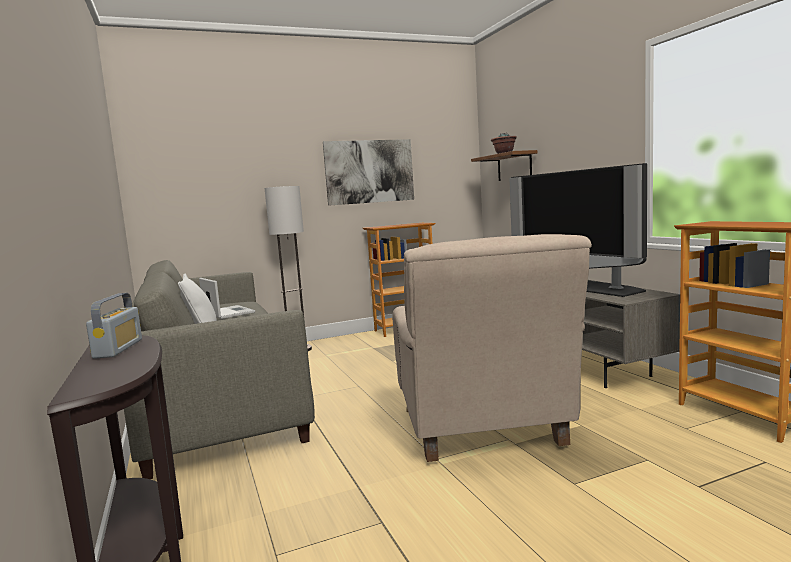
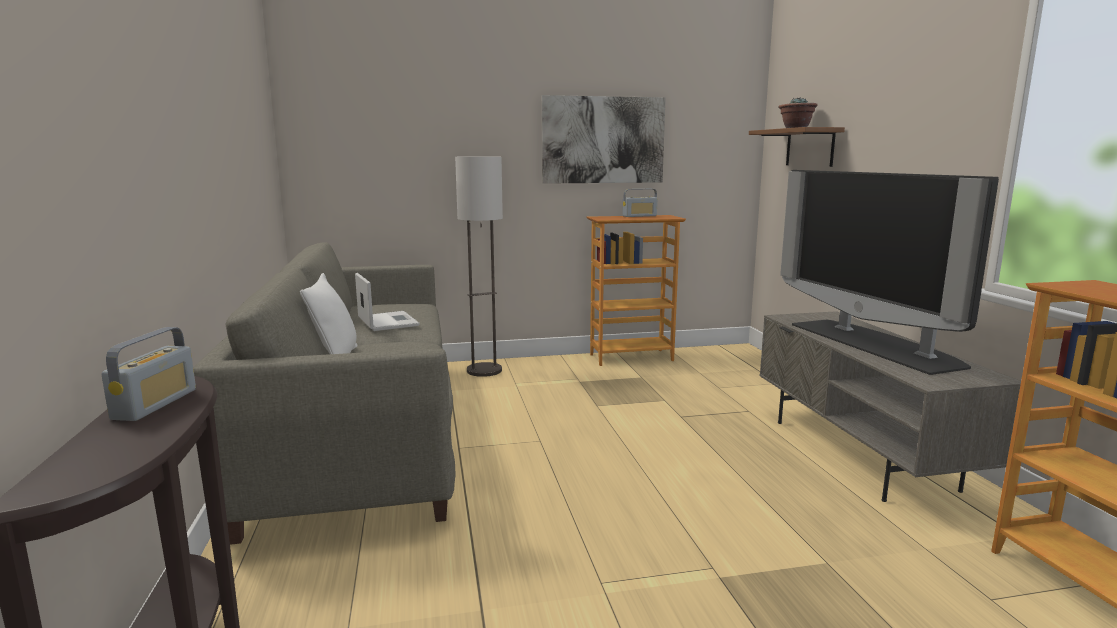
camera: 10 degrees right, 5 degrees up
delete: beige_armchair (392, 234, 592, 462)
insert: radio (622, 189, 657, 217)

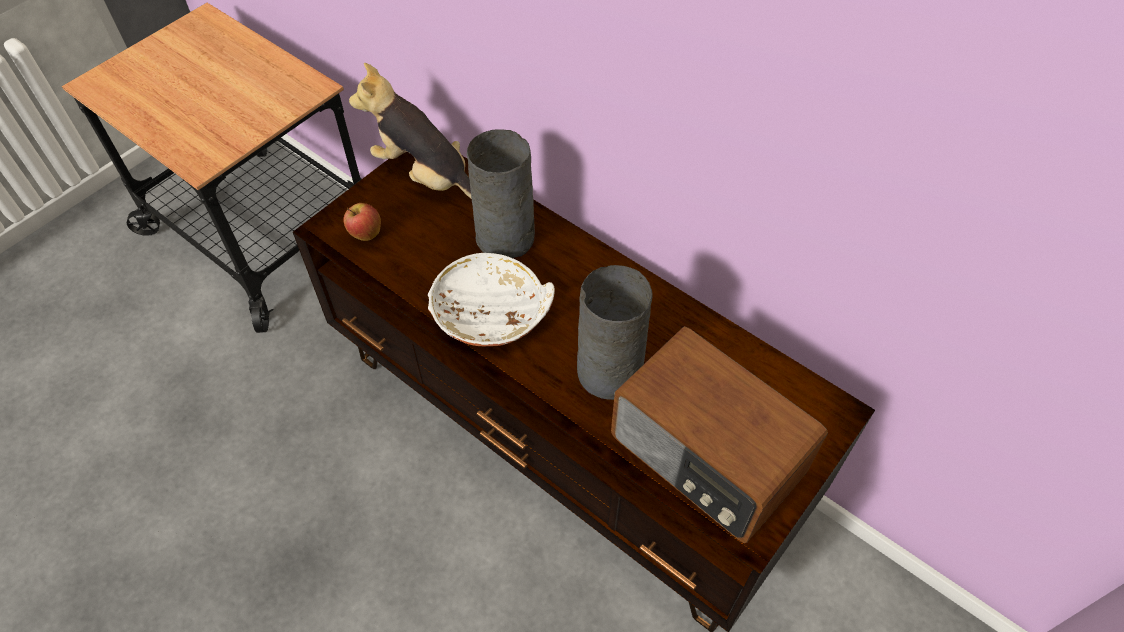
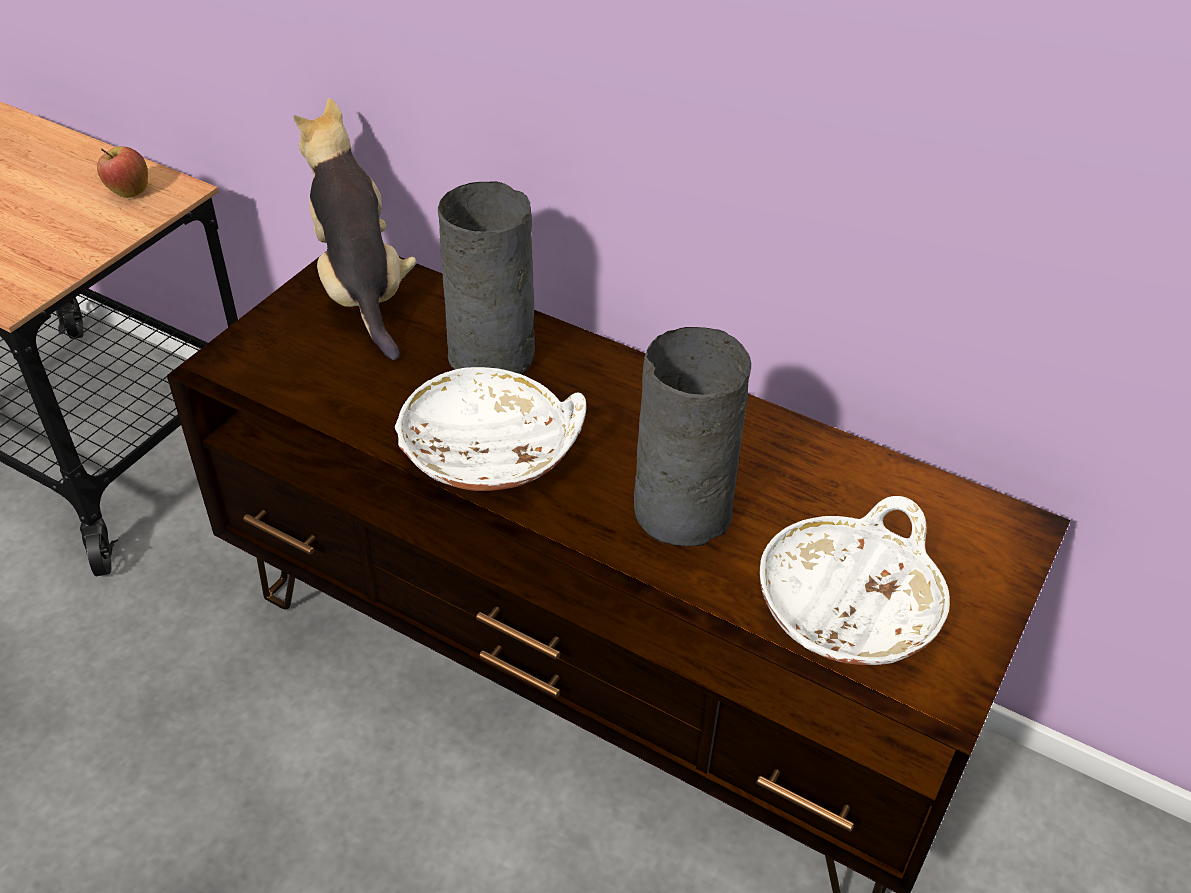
camera: 10 degrees left, 10 degrees down
move: apple (343, 203, 381, 241) to (97, 146, 148, 198)
replace: radio (611, 326, 828, 543) to white_bowl (760, 496, 950, 665)
rotate: plush_toy (349, 63, 472, 199) = (293, 98, 417, 360) 45 degrees clockwise

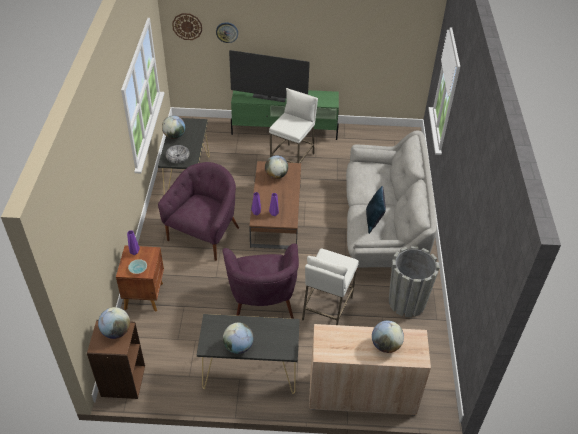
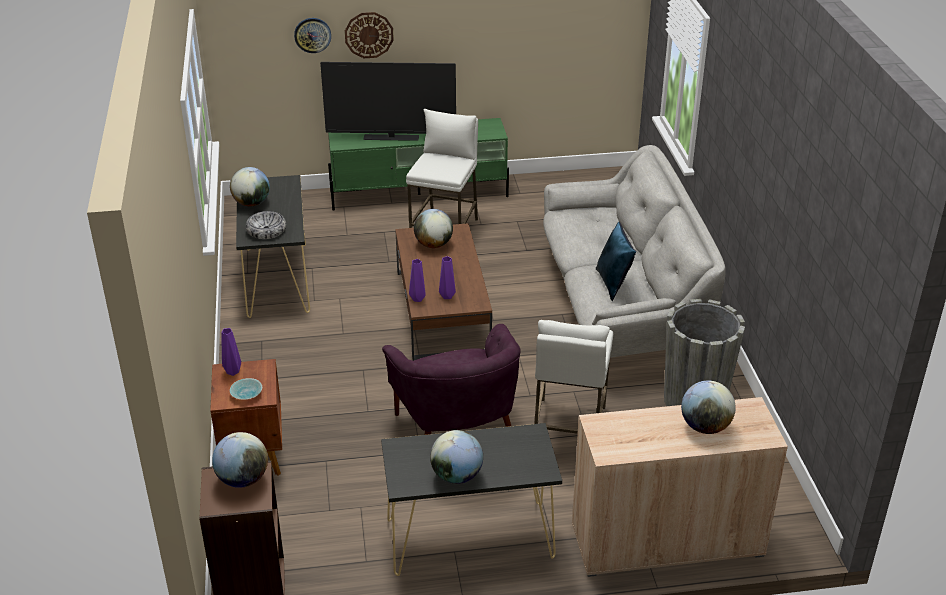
camera: 10 degrees left, 10 degrees down
delete: purple_armchair (158, 162, 239, 261)
move: wall_clock (172, 13, 202, 40) to (345, 12, 394, 58)

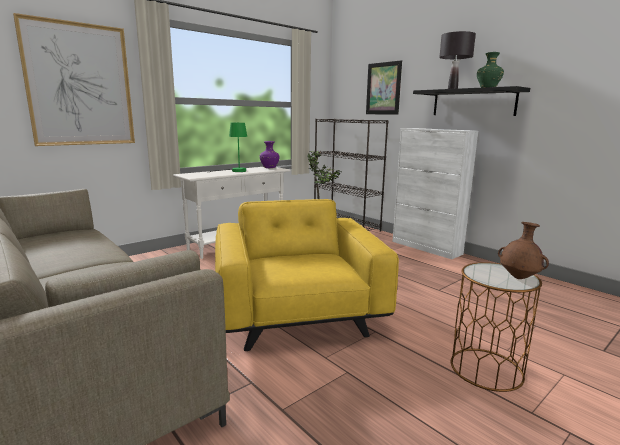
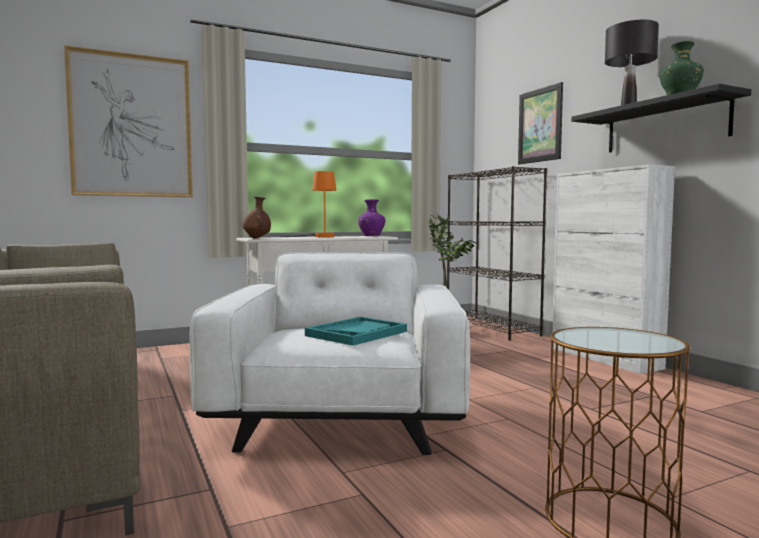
camera: 15 degrees right, 10 degrees down
insert: turquoise_tray (305, 317, 407, 346)
move: brown_vase (498, 222, 549, 279) to (242, 196, 271, 239)
recolor: green_table_lamp (207, 123, 247, 173) to orange_table_lamp (280, 171, 336, 237); yellow_armchair (215, 199, 399, 351) to white_armchair (190, 252, 470, 455)

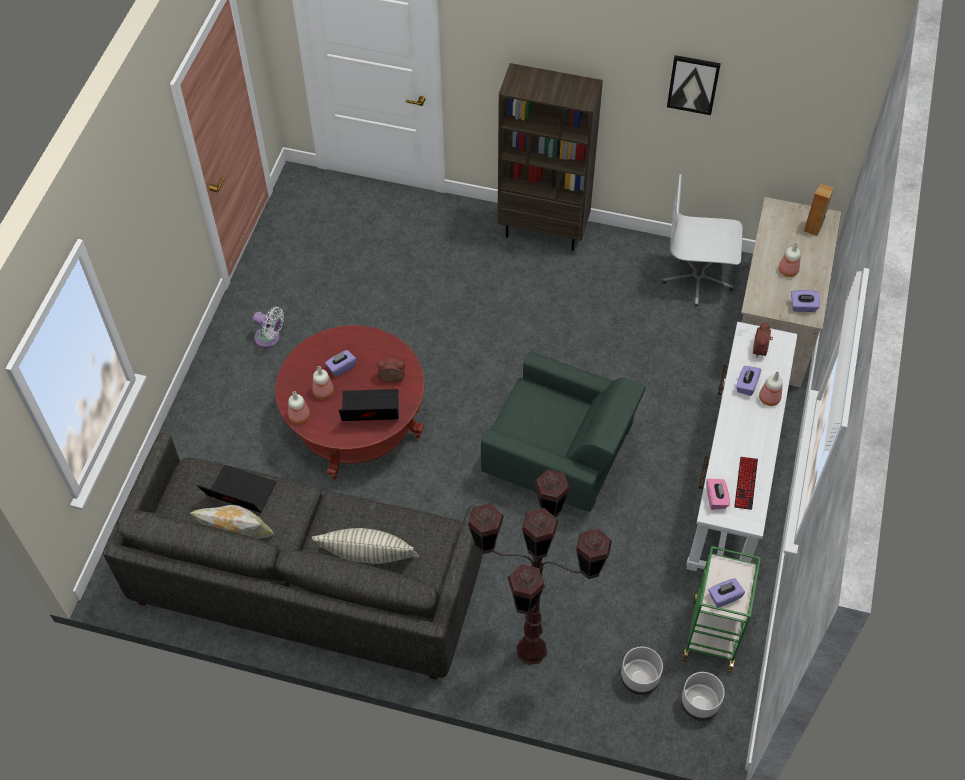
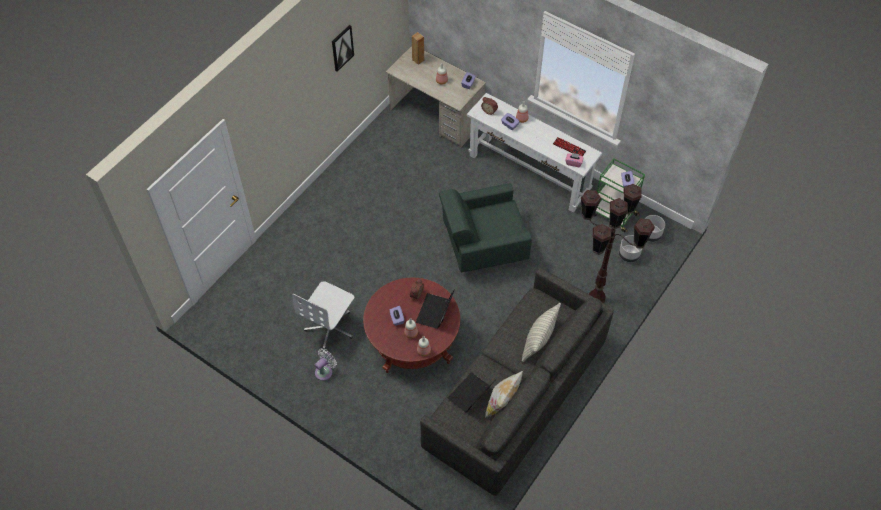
camera: 70 degrees left, 0 degrees up
delete: brown_bookcase (498, 63, 603, 251)
move: white_office_chair (662, 174, 743, 306) to (292, 281, 354, 349)
rotate: green_armchair (481, 351, 645, 512) = (439, 183, 532, 272) 150 degrees counterclockwise

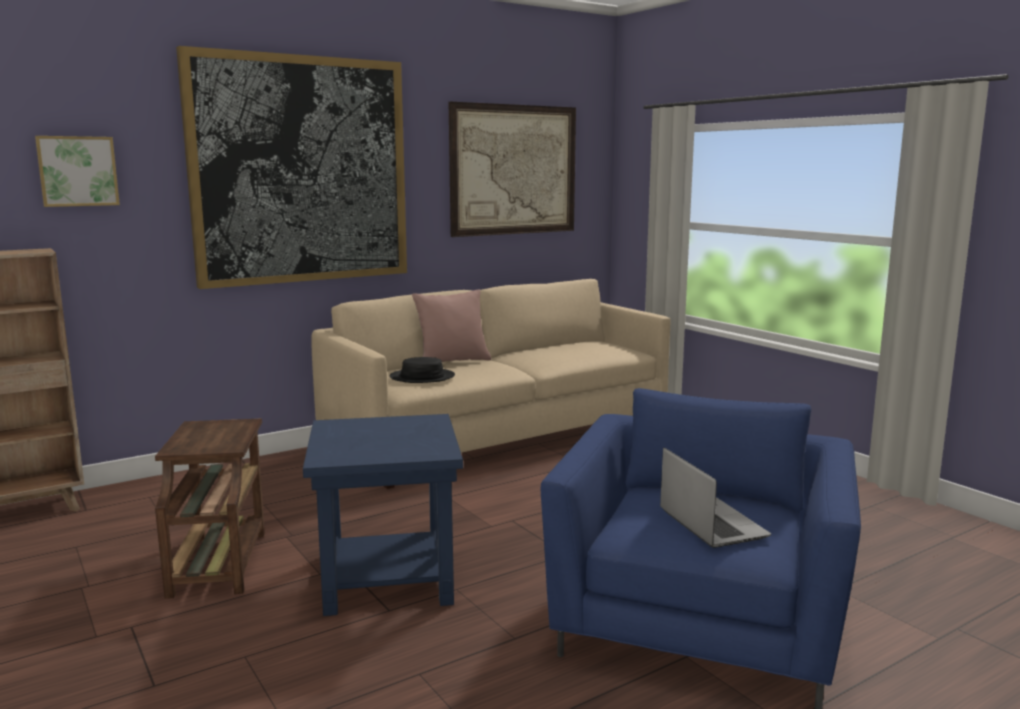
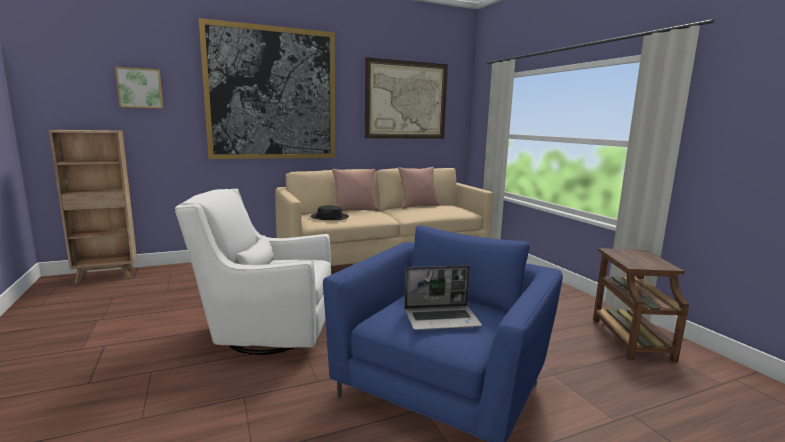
camera: 10 degrees right, 0 degrees up
insert: pink_pillow (398, 167, 439, 209)
move: brown_side_table (155, 418, 265, 599) to (593, 248, 689, 362)
replace: blue_side_table (303, 414, 463, 616) to white_armchair (175, 189, 331, 355)
rotate: laptop (660, 448, 771, 548) = (404, 265, 482, 330) 90 degrees clockwise

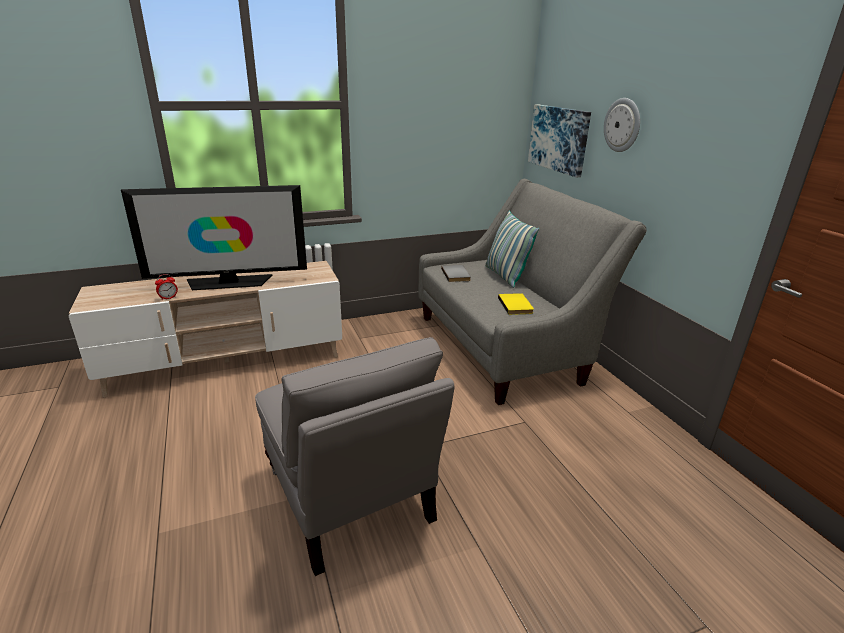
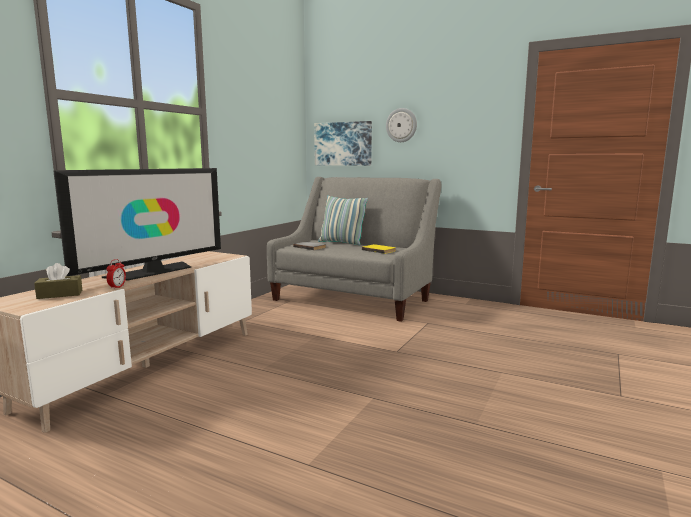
camera: 40 degrees left, 15 degrees down
delete: grey_armchair (255, 337, 454, 576)
insert: brown_tissue_box (34, 263, 82, 299)

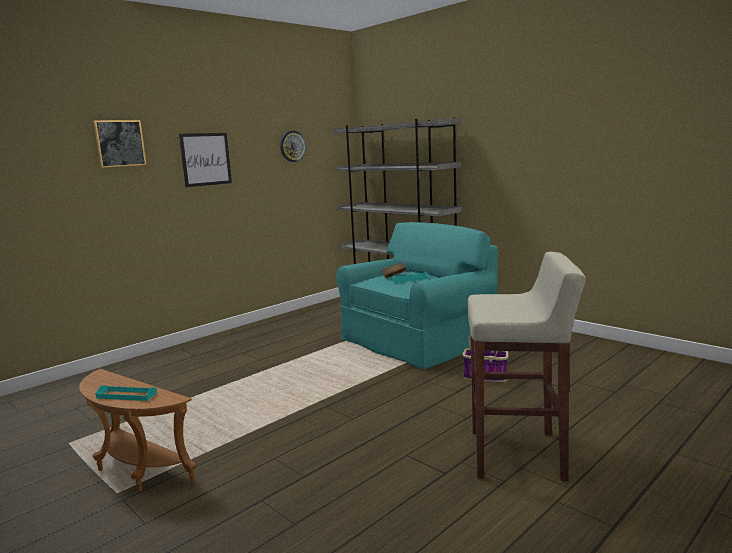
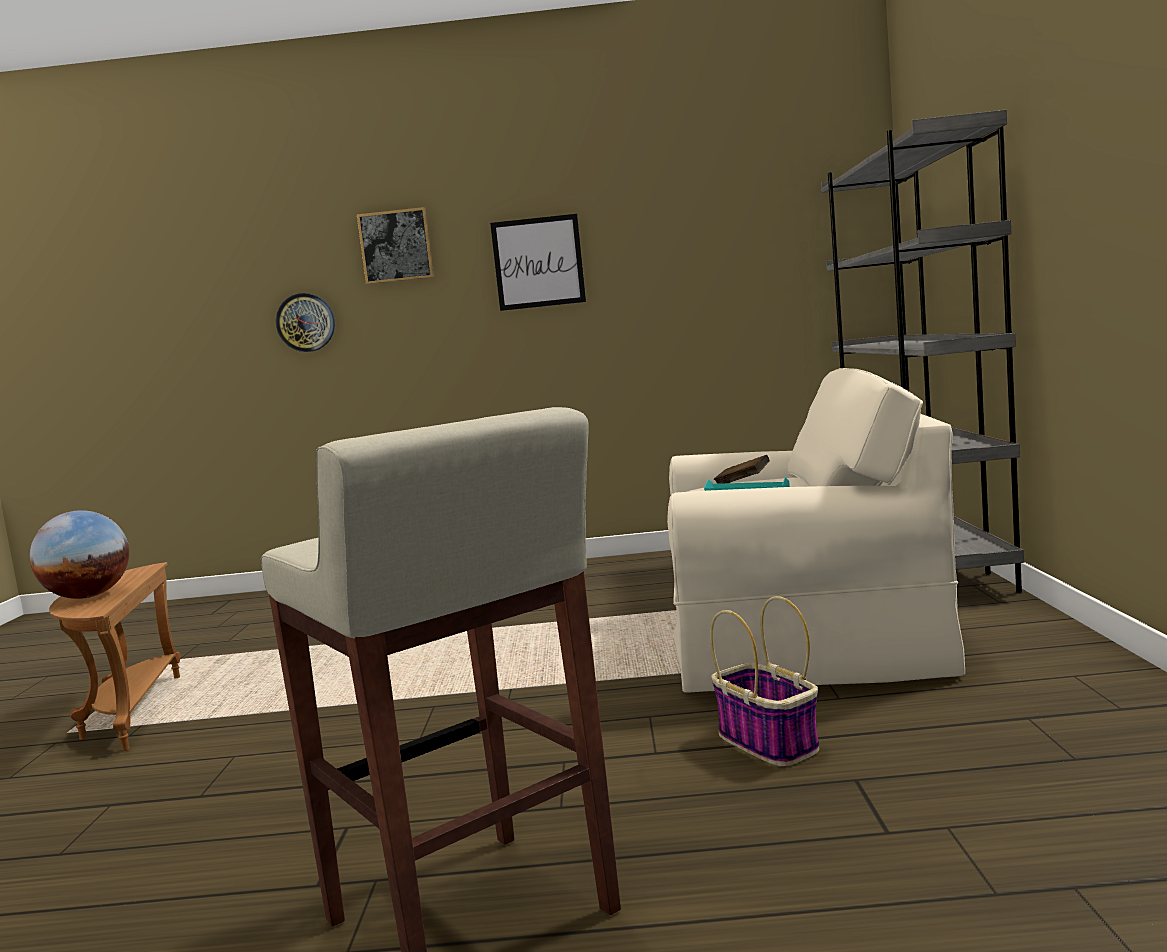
camera: 45 degrees right, 5 degrees down
move: wall_clock (280, 131, 306, 162) to (276, 293, 335, 352)
replace: turquoise_tray (96, 385, 157, 401) to globe (30, 510, 129, 599)
recolor: turquoise_armchair (336, 222, 498, 369) to beige_armchair (667, 368, 965, 692)

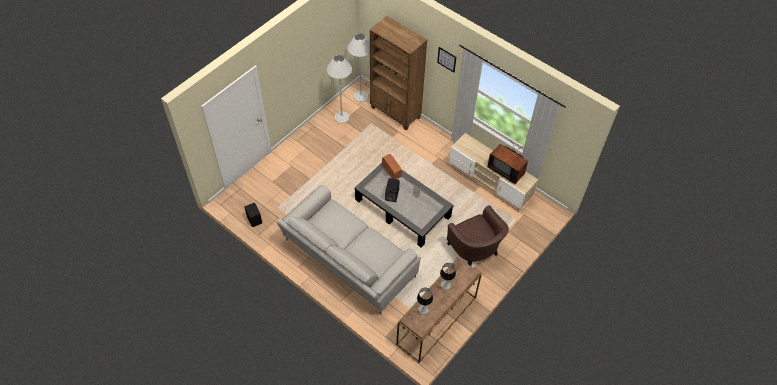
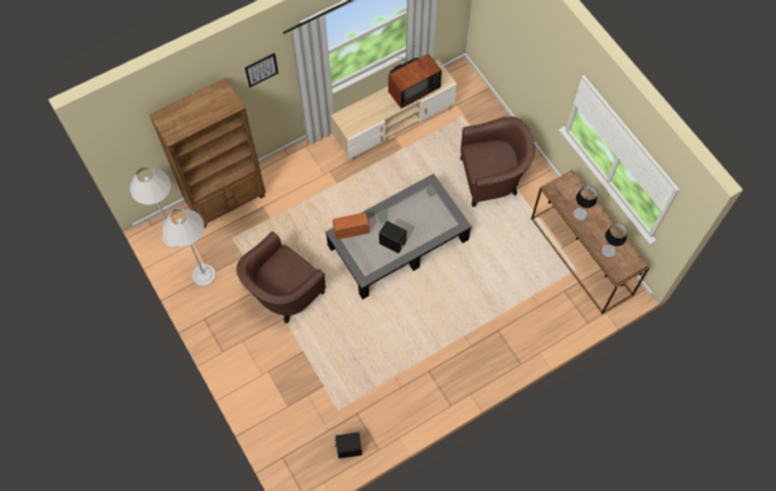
camera: 70 degrees left, 10 degrees up
delete: grey_sofa (277, 185, 421, 314)
insert: brown_armchair (236, 231, 326, 323)

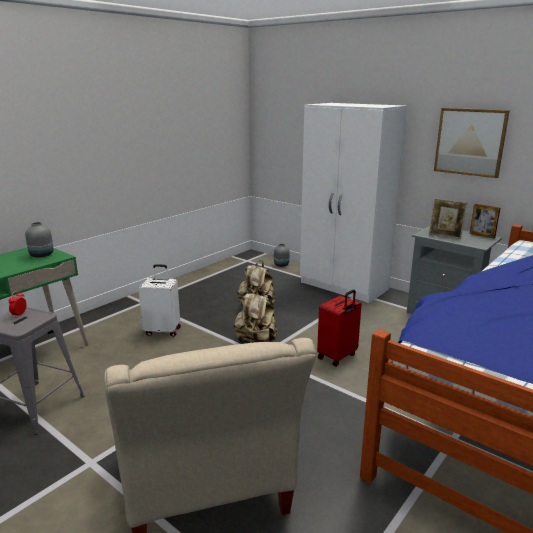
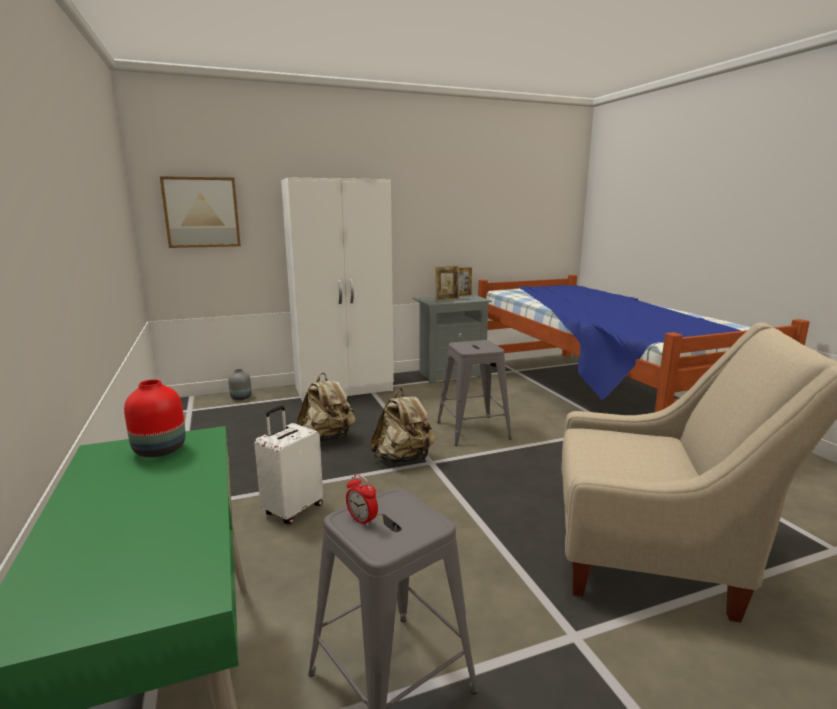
camera: 60 degrees left, 5 degrees down
move: picture (434, 108, 510, 178) to (160, 176, 241, 248)
replace: red_suitcase (317, 290, 362, 367) to grey_stool (437, 340, 512, 446)
recolor: grey_vase (25, 222, 54, 257) to red_vase (124, 379, 186, 457)

